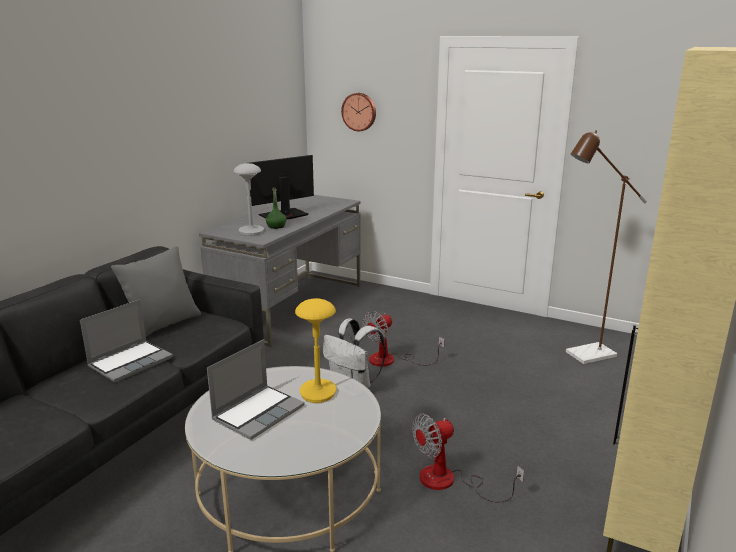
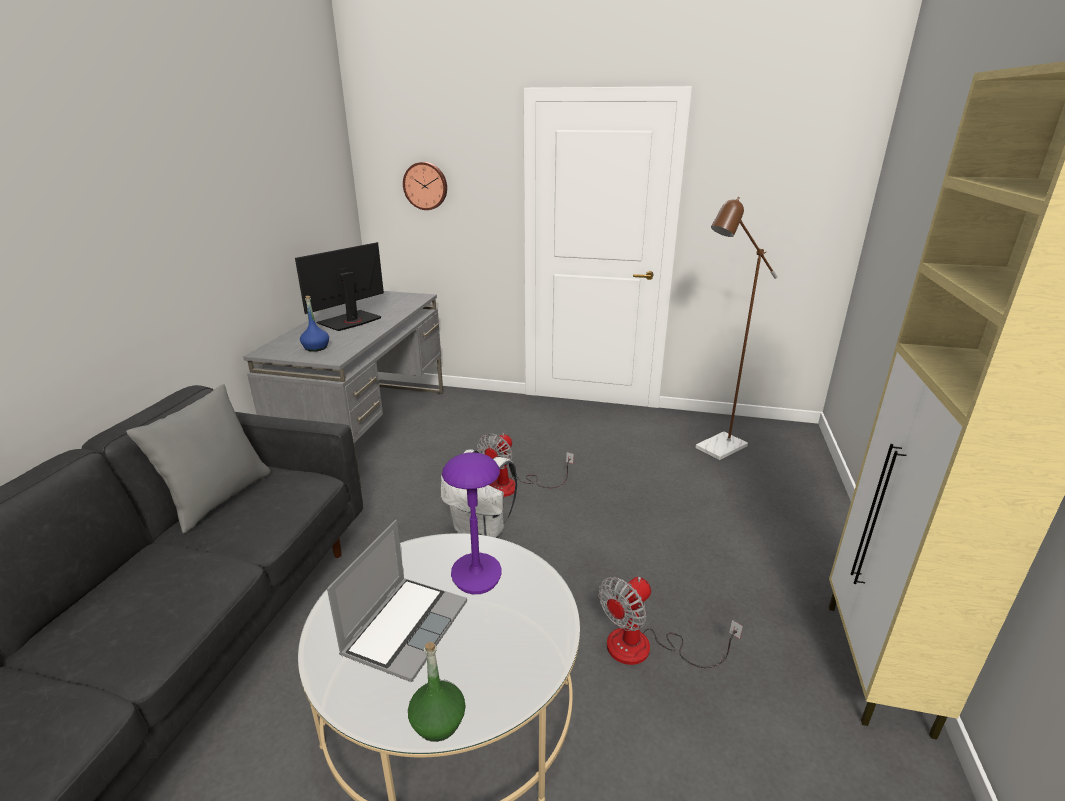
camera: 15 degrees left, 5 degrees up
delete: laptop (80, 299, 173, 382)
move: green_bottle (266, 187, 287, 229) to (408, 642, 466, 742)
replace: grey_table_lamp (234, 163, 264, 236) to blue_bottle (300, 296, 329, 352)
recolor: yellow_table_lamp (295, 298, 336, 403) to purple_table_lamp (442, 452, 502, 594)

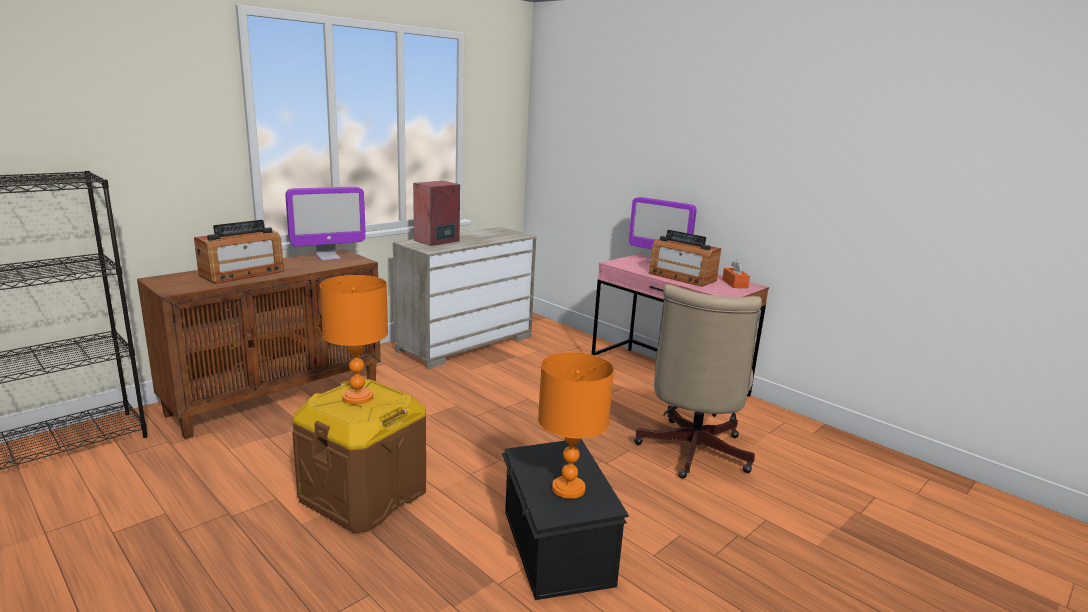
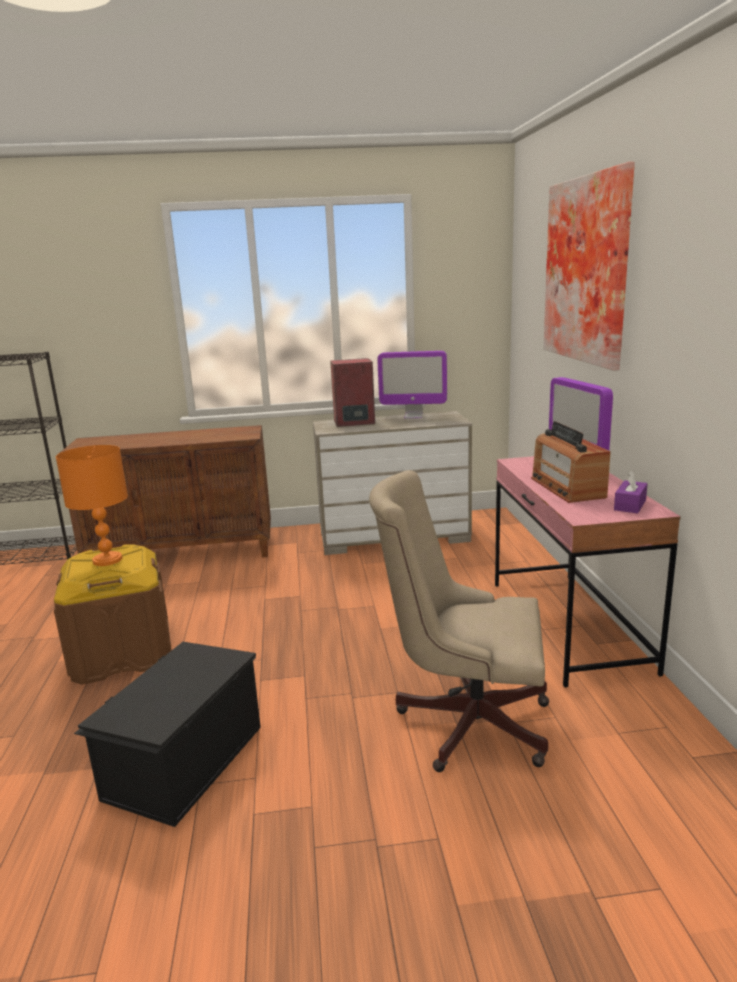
camera: 40 degrees right, 0 degrees up
delete: radio (194, 220, 284, 284); orange_table_lamp (538, 352, 614, 499)
insert: picture (544, 162, 635, 371)
move: monitor (285, 187, 366, 261) to (377, 351, 447, 419)
recolor: orange_tissue_box (722, 260, 750, 288) to purple_tissue_box (614, 470, 648, 513)
rotate: beige_office_chair (634, 284, 762, 479) = (369, 470, 549, 772) 45 degrees clockwise

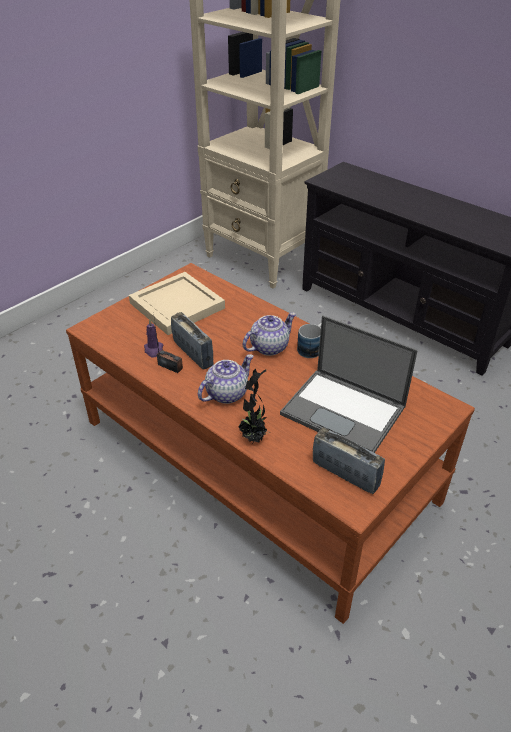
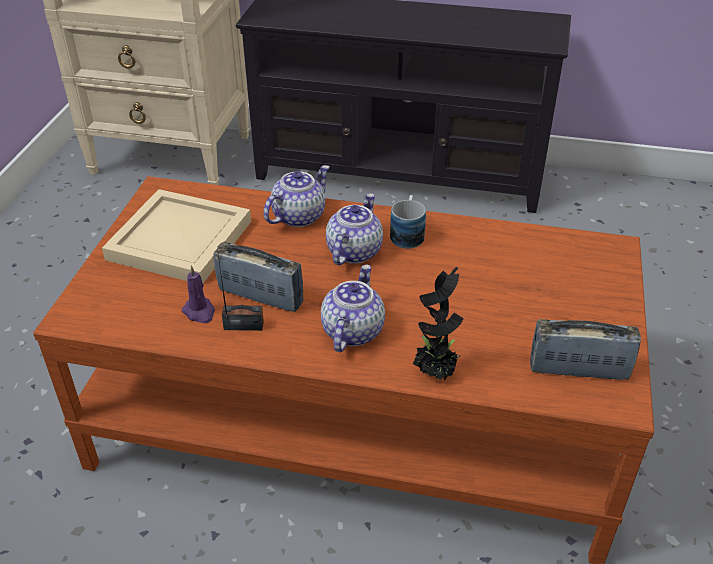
camera: 30 degrees left, 0 degrees up
delete: laptop (280, 315, 418, 453)
insert: teapot (263, 165, 330, 227)

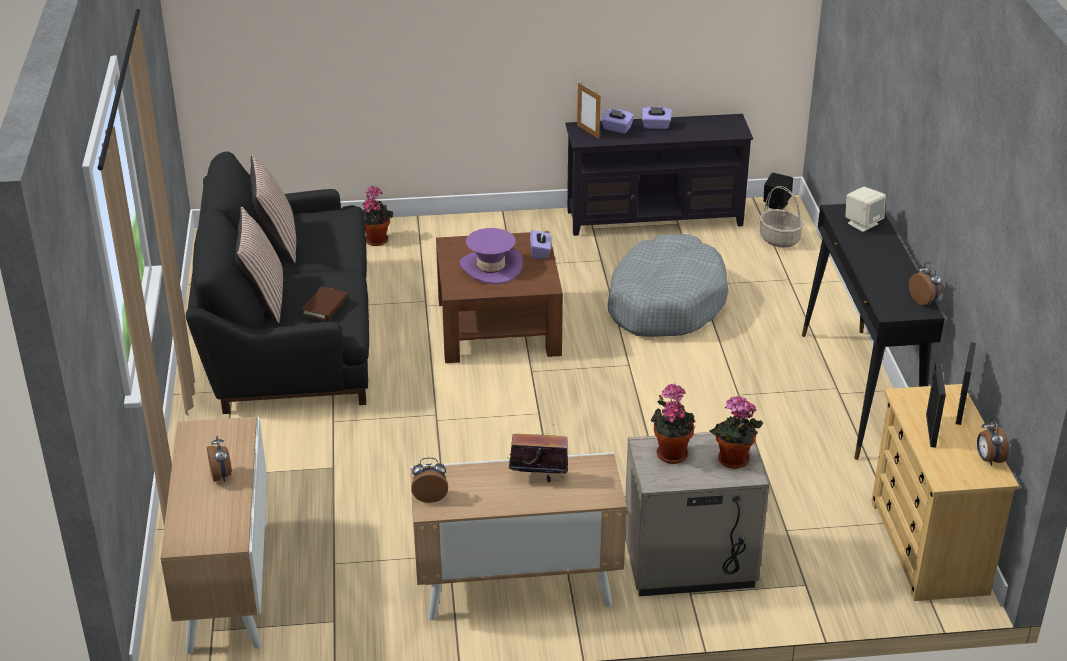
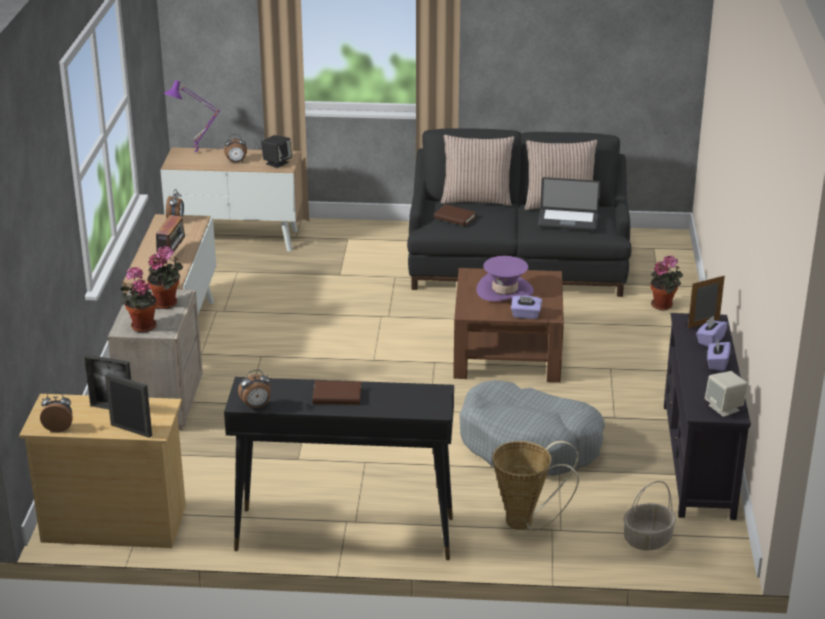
camera: 100 degrees right, 5 degrees down
insert: purple_table_lamp (164, 80, 221, 154); laptop (538, 177, 601, 231); brown_book (312, 381, 362, 405); basket (492, 441, 579, 531)
move: black_speaker (763, 173, 793, 210) to (261, 135, 292, 168); beige_speaker (845, 187, 886, 232) to (705, 371, 748, 417)

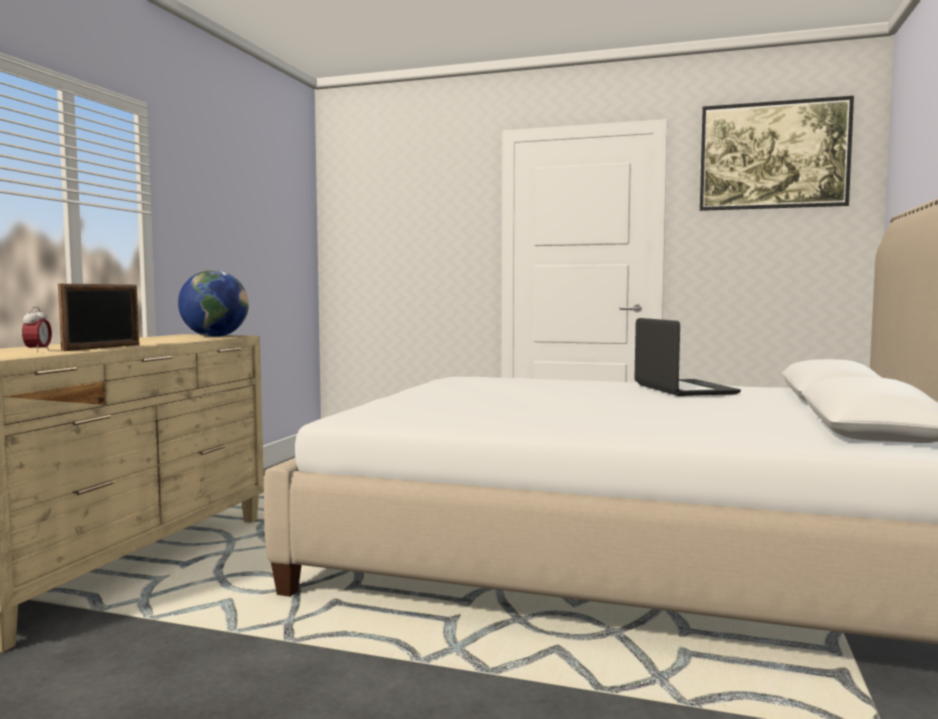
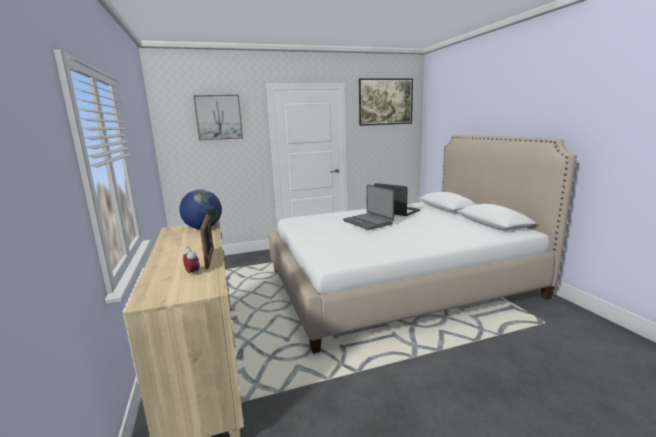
camera: 35 degrees left, 10 degrees up
insert: picture (193, 95, 243, 140); laptop (343, 184, 394, 230)

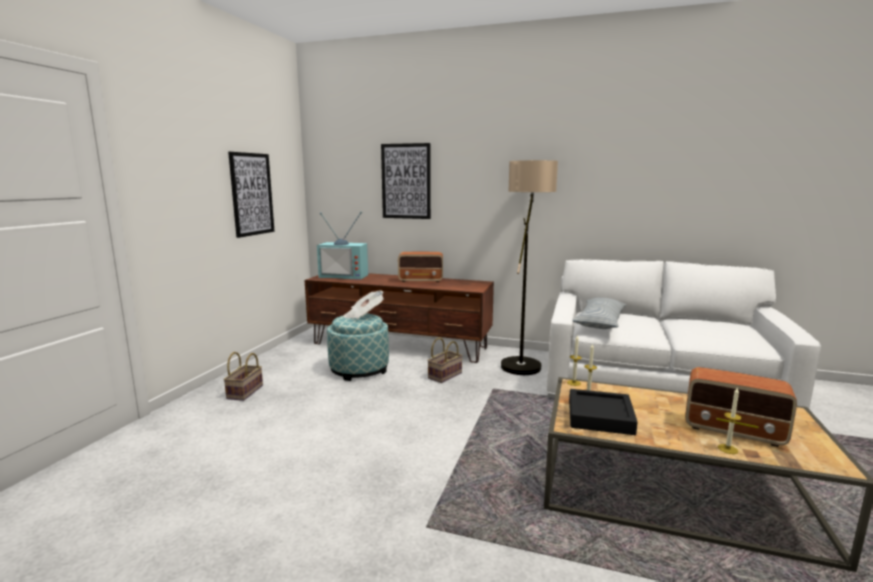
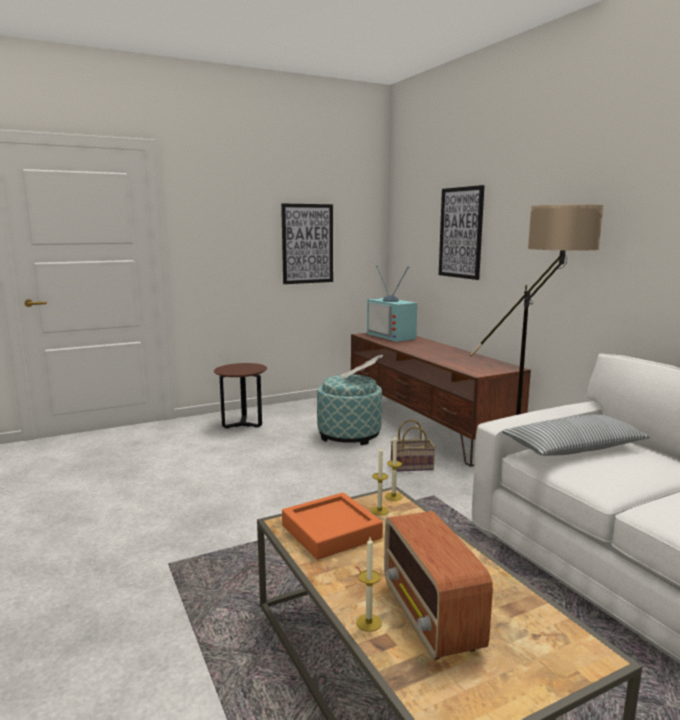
camera: 45 degrees right, 0 degrees up
delete: radio (398, 252, 443, 282)
replace: basket (223, 352, 263, 401) to brown_side_table (214, 363, 267, 428)
recolor: black_tray (569, 389, 638, 435) to orange_tray (282, 493, 383, 560)

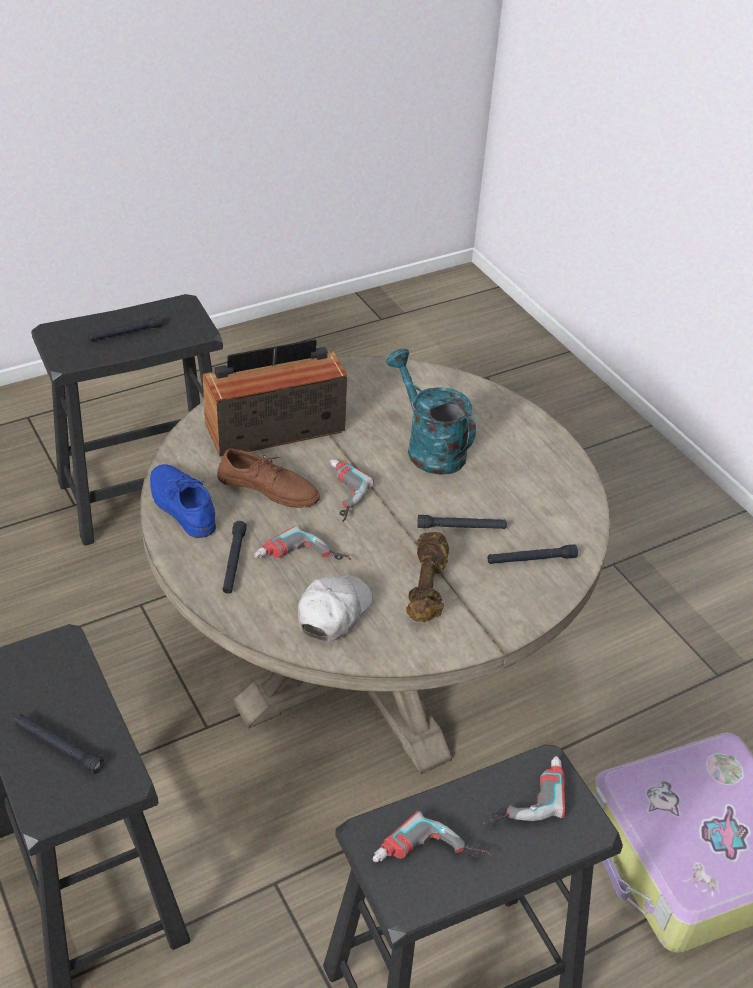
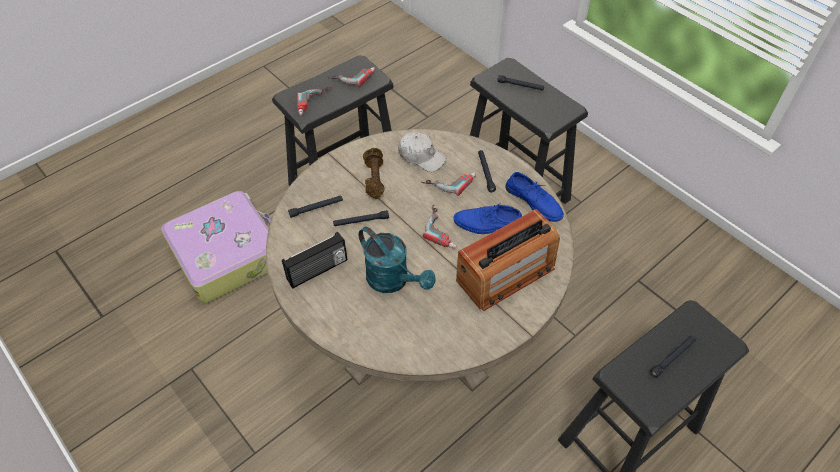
camera: 170 degrees right, 10 degrees up
insert: radio (282, 232, 347, 289)
recolor: brown_shoe (217, 448, 320, 508) to blue_shoe (453, 202, 522, 234)
rotate: white_cap (298, 575, 373, 642) = (398, 132, 447, 172) 75 degrees counterclockwise

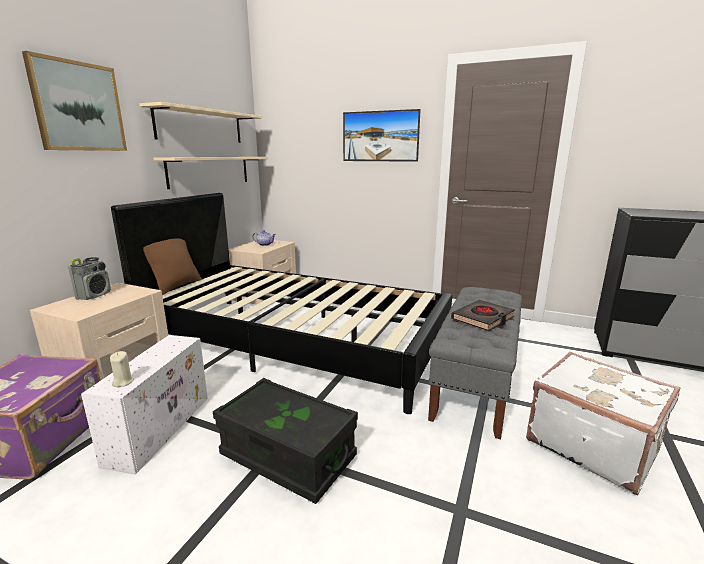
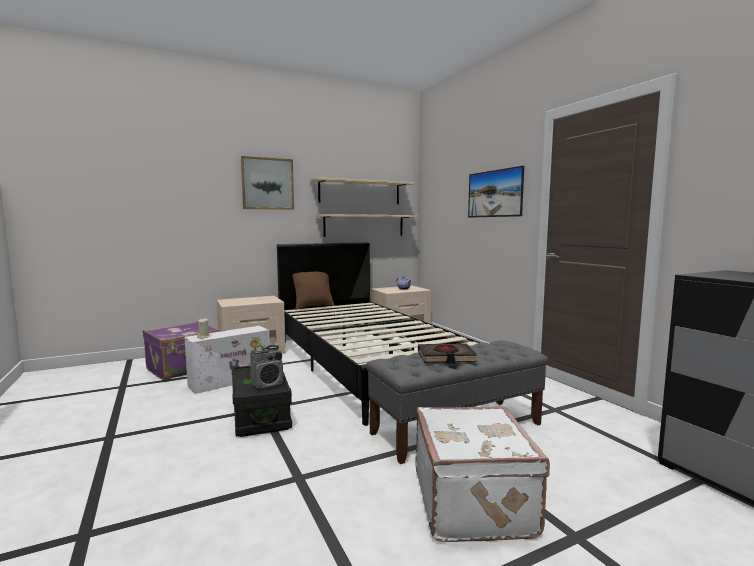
camera: 40 degrees right, 10 degrees down
move: radio (68, 257, 111, 300) to (250, 345, 283, 388)

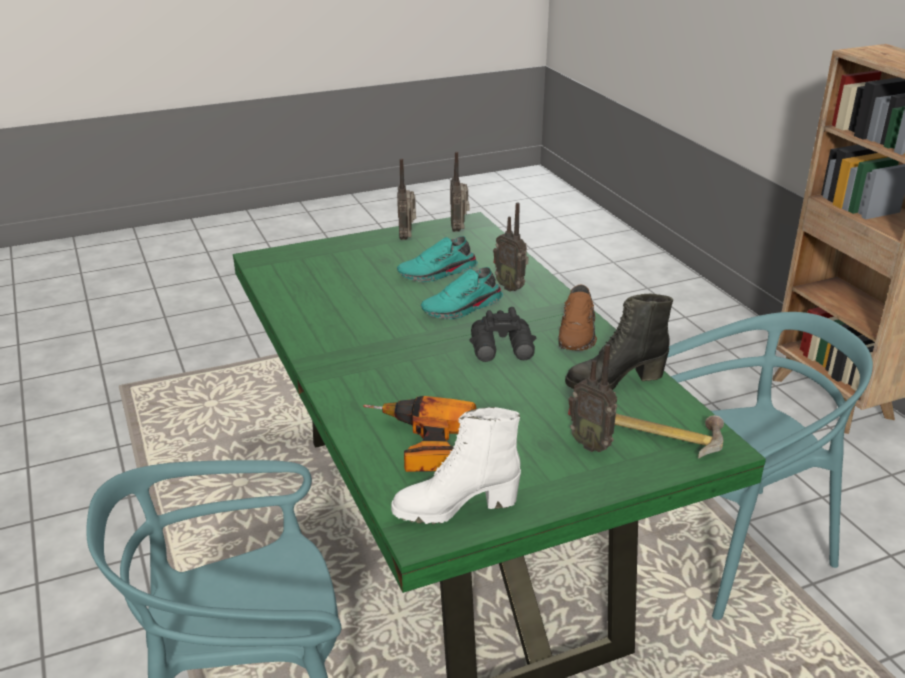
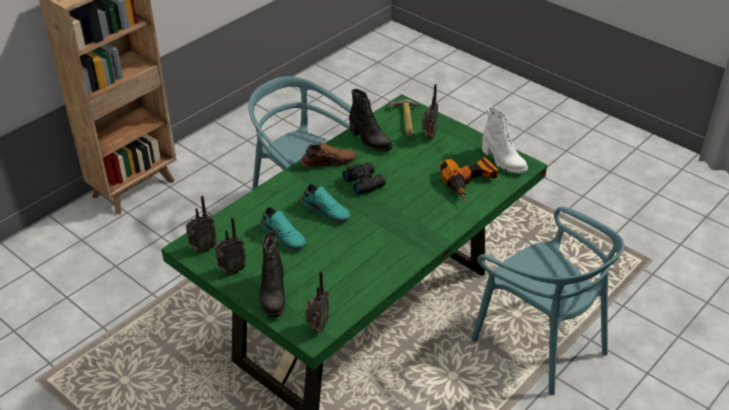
camera: 115 degrees left, 10 degrees up
insert: black_boot (260, 231, 286, 318)
move: radio (493, 202, 528, 292) to (305, 270, 329, 333)

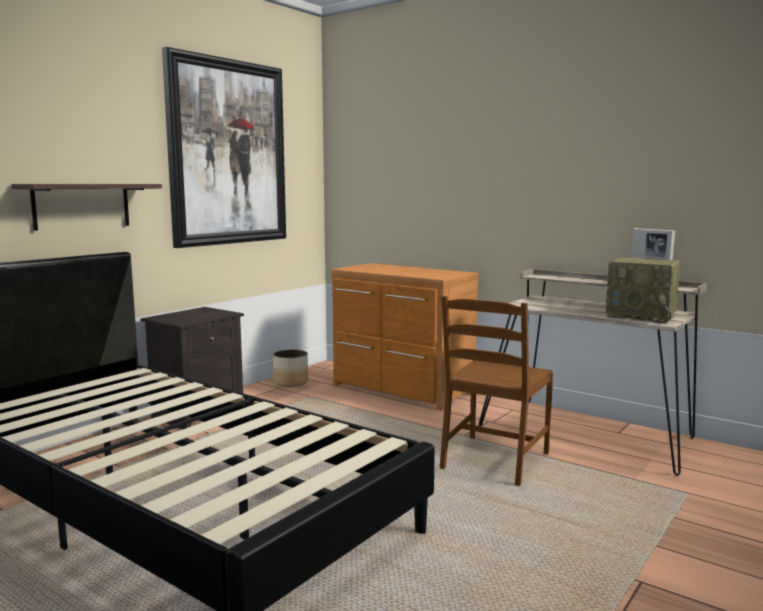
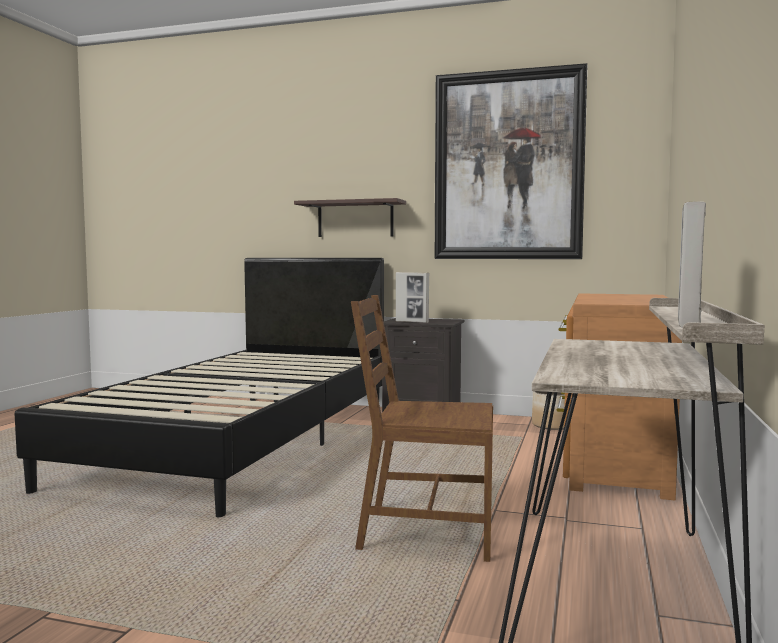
camera: 70 degrees right, 5 degrees down
delete: radio (606, 257, 681, 324)
insert: picture_frame (396, 272, 430, 323)

